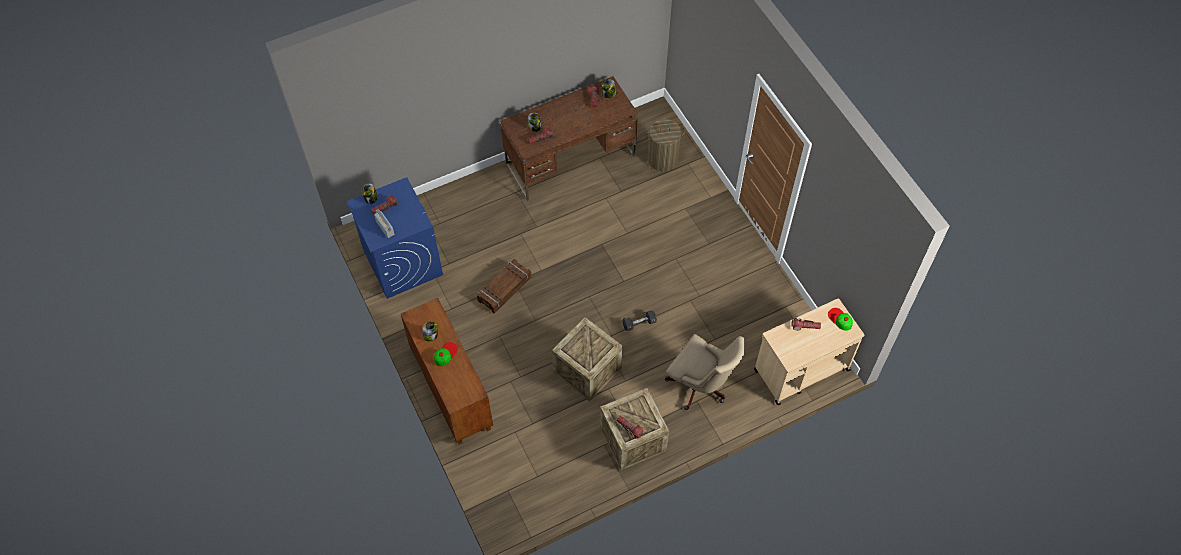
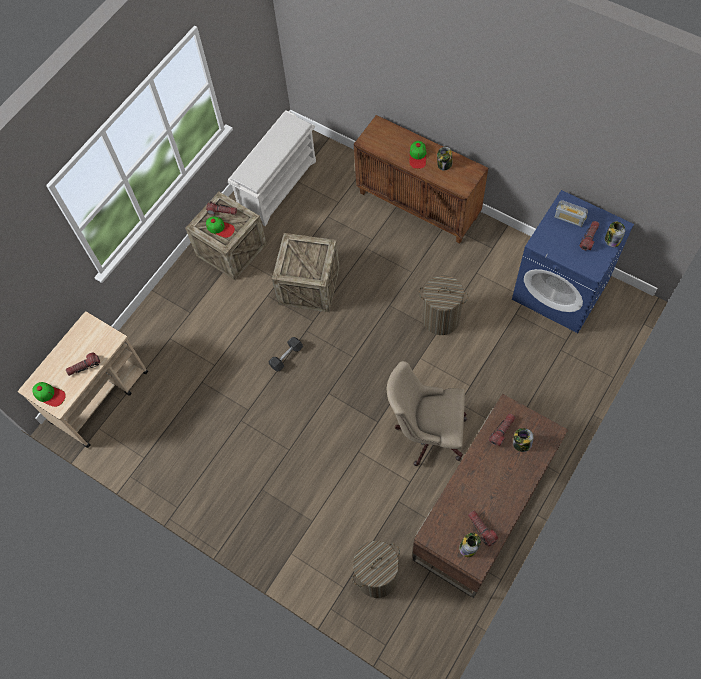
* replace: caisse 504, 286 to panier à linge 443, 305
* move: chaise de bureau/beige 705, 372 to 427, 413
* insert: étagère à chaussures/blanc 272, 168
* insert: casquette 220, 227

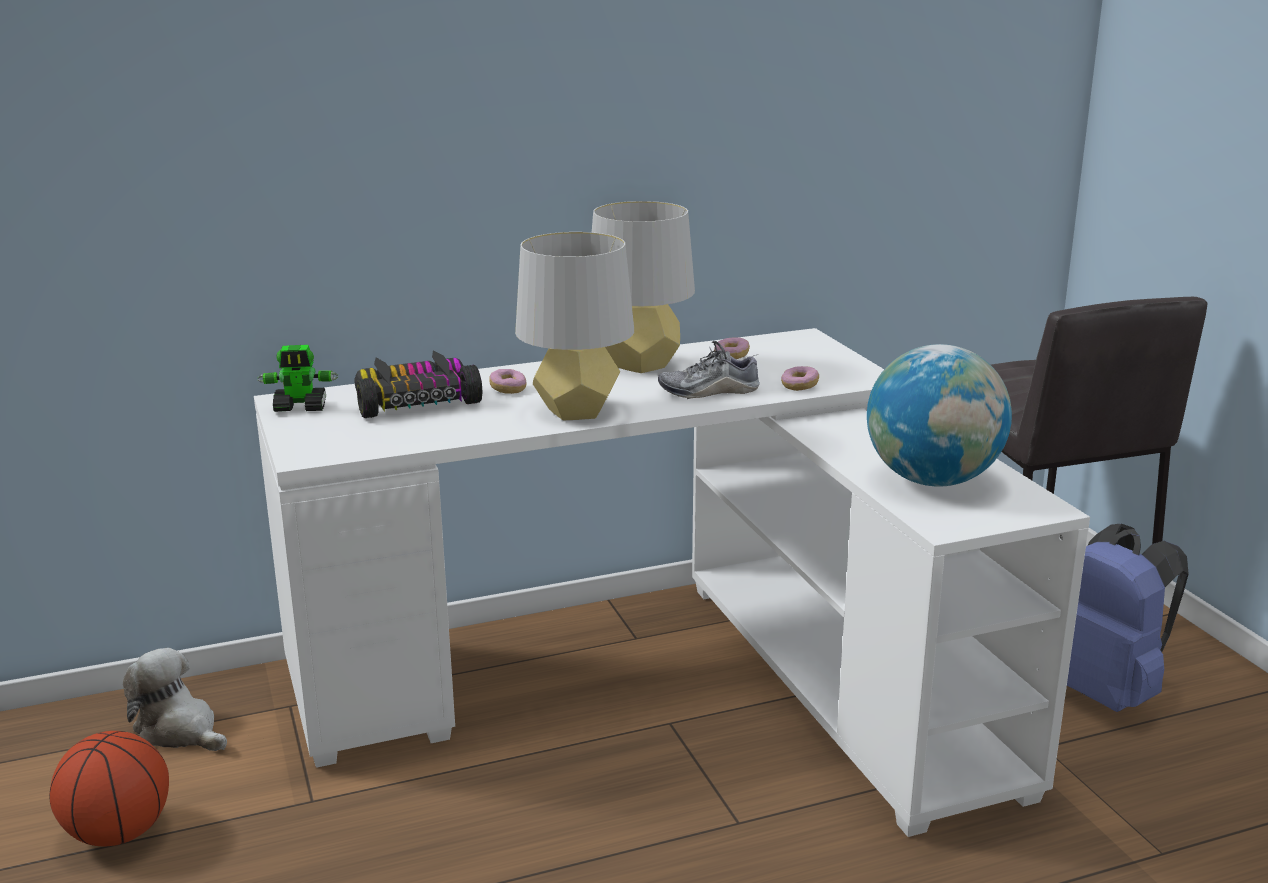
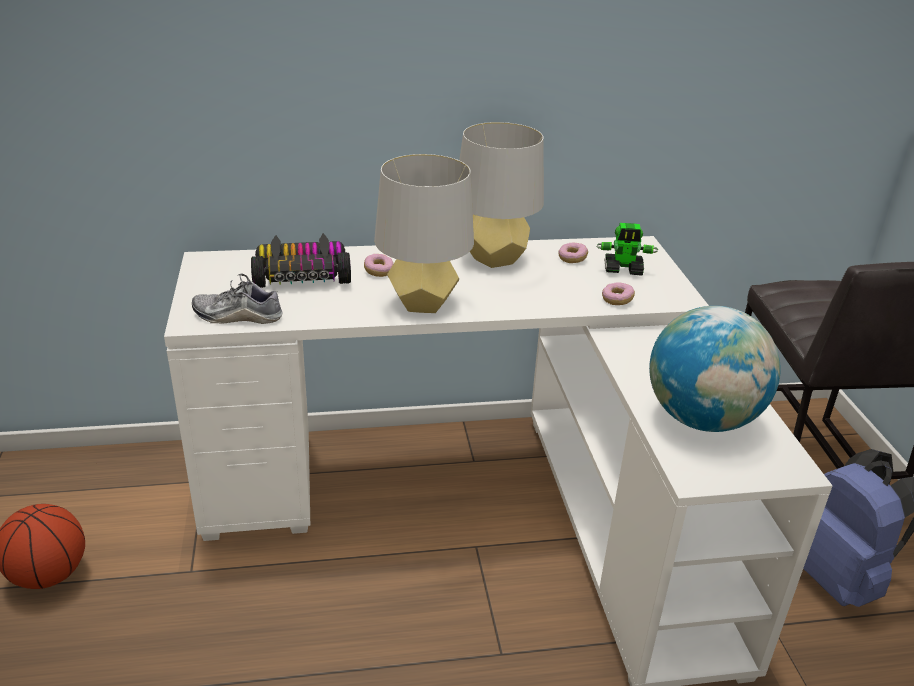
* move: chaussure 709, 370 to 237, 298
* move: robot jouet 298, 378 to 627, 249
* delete: peluche 175, 699

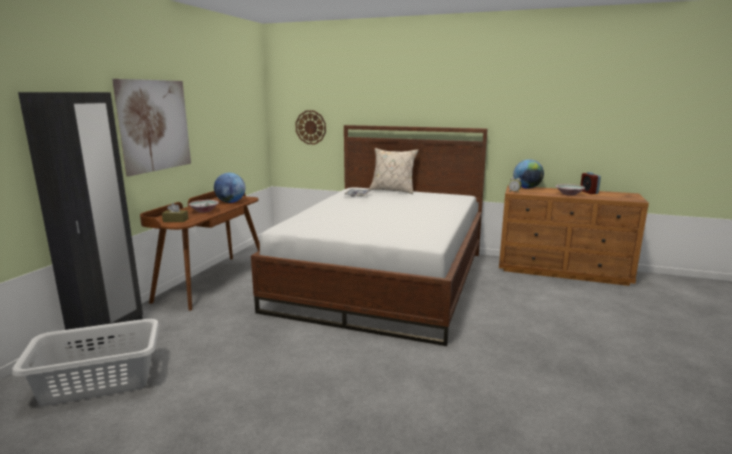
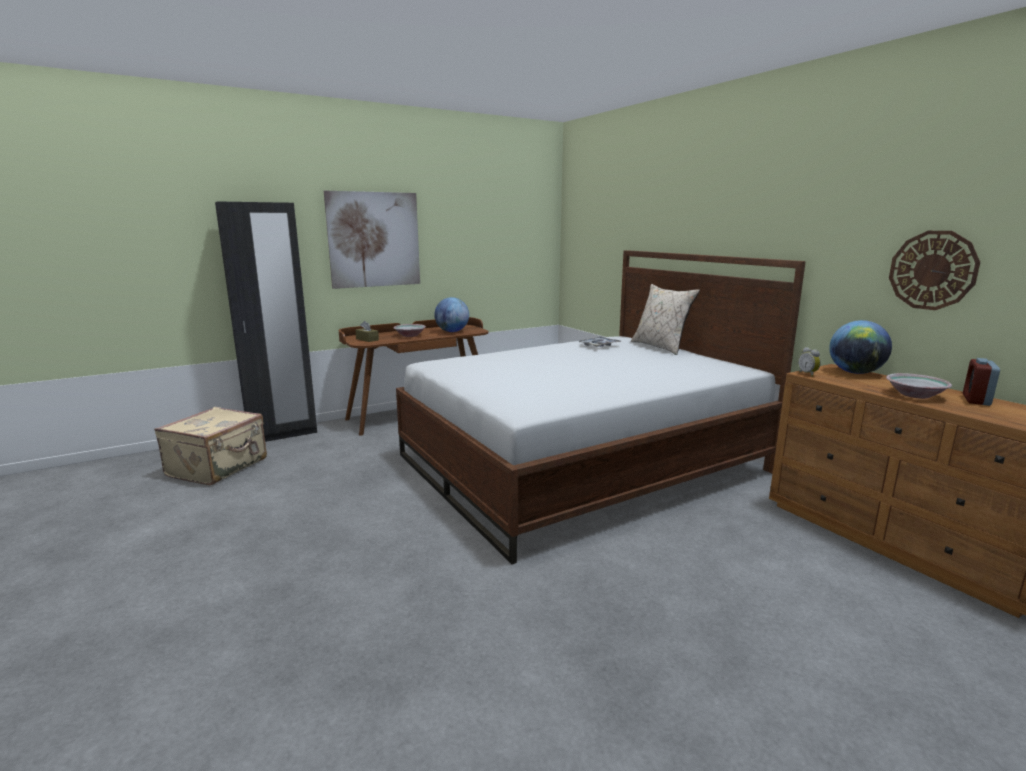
* move: horloge murale 311, 127 to 934, 270
* replace: panier à linge/gris 85, 362 to valise/beige 210, 446

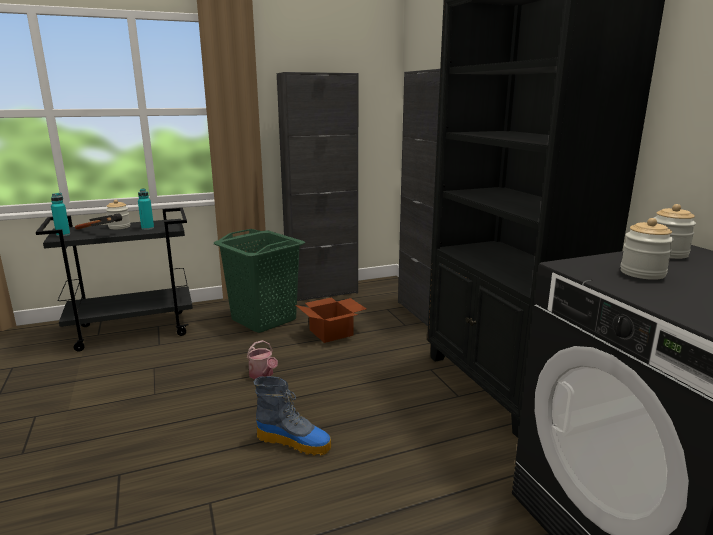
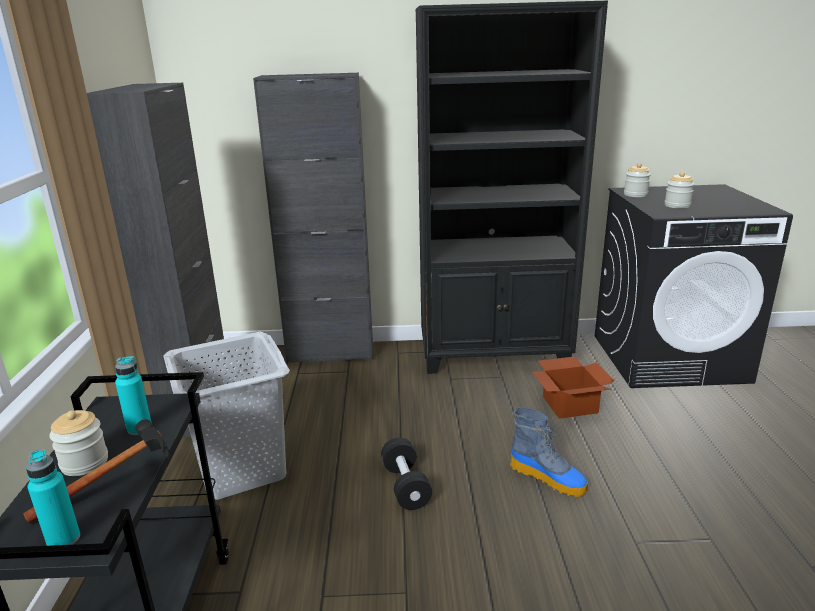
* recolor: panier à linge/vert 259, 281 to panier à linge/gris 226, 416
* move: carton 331, 320 to 573, 387
* replace: arrosoir 262, 360 to haltère/noir 406, 474
* rotate: botte 292, 416 = 549, 452 90 degrees clockwise

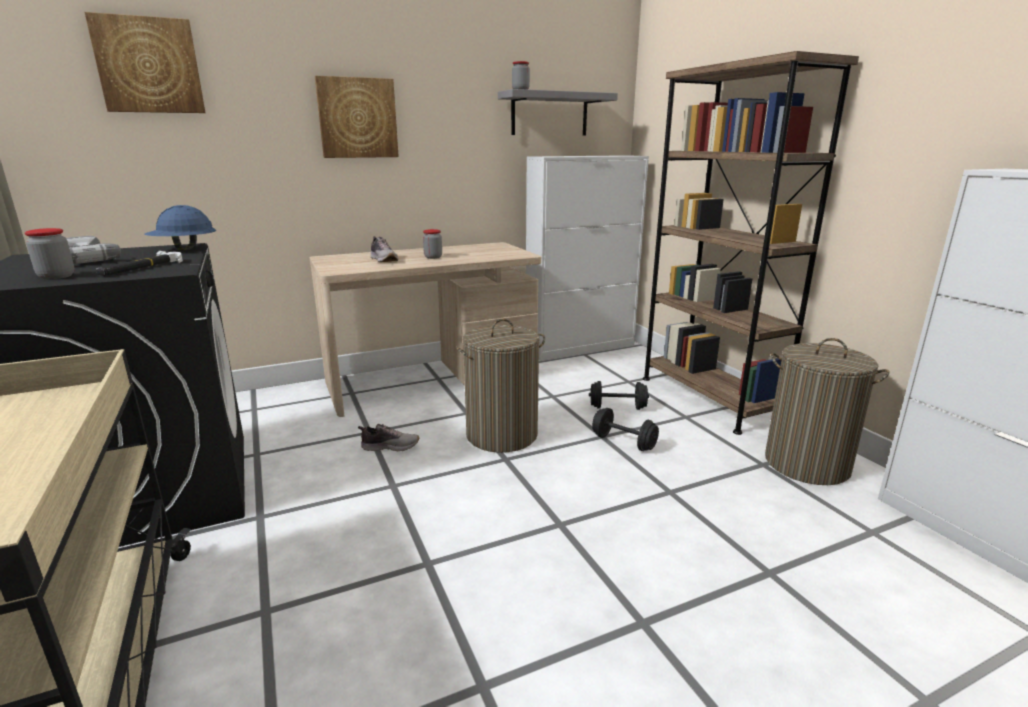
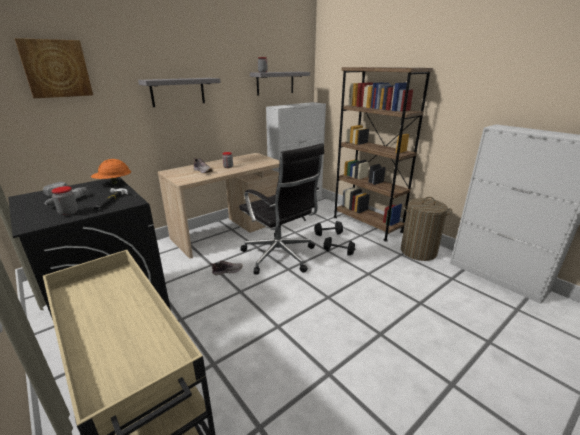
* replace: tableau 357, 117 to étagère/gris 179, 92
* recolor: casque de chantier/bleu 180, 227 to casque de chantier/orange 111, 171
* replace: panier à linge 500, 386 to chaise de bureau/noir 281, 209

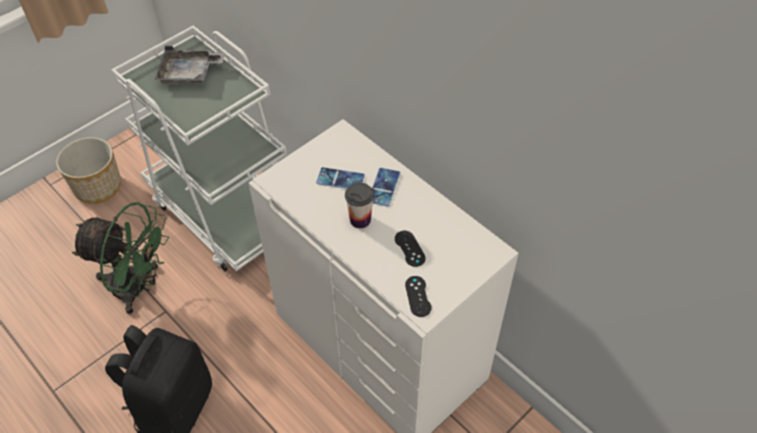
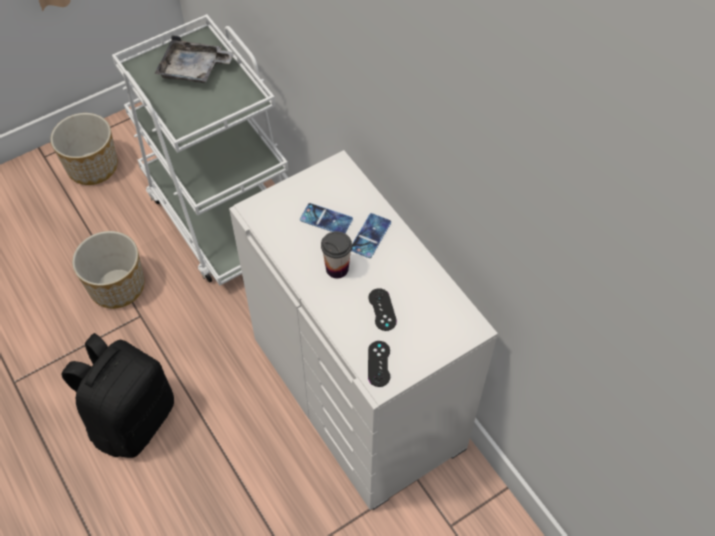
* replace: ventilateur/vert 120, 258 to cache-pot 108, 270

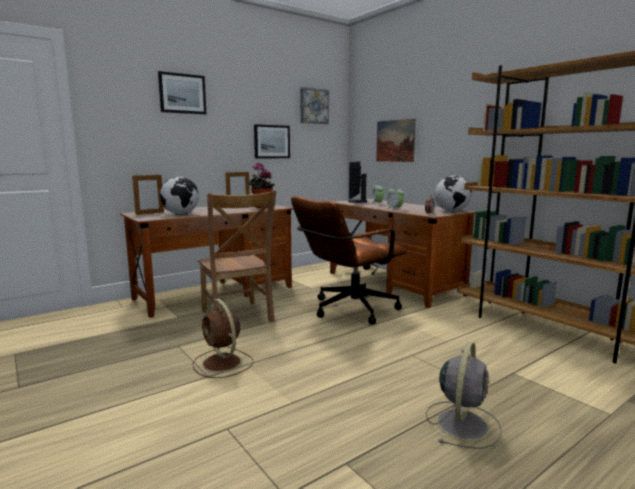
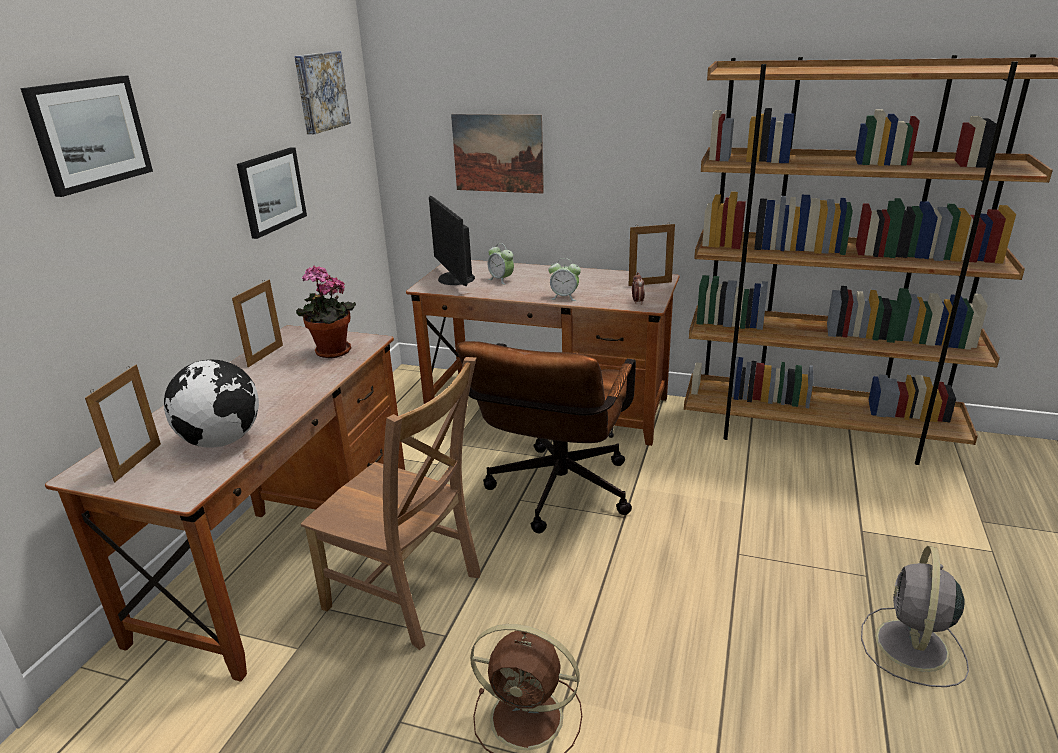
* replace: globe 453, 194 to cadre photo 652, 254
* rotate: ventilateur/gris 464, 395 = 915, 616 150 degrees counterclockwise

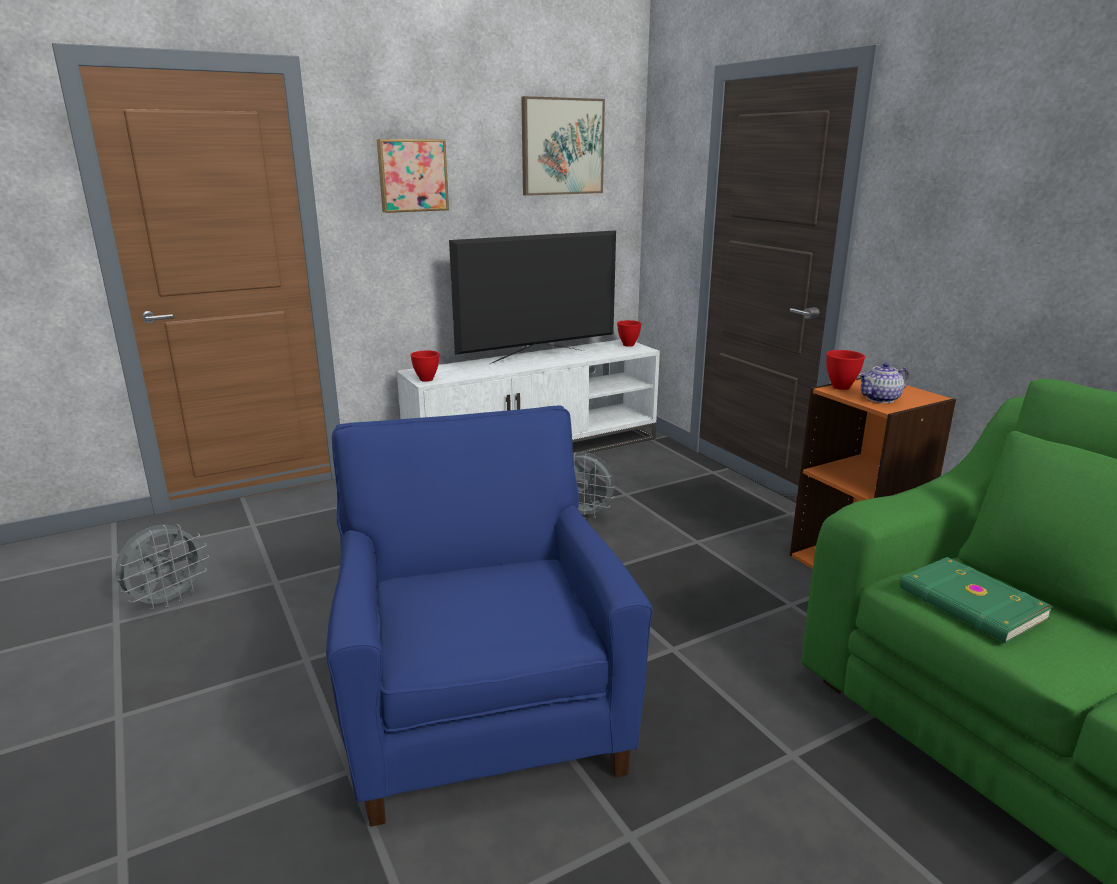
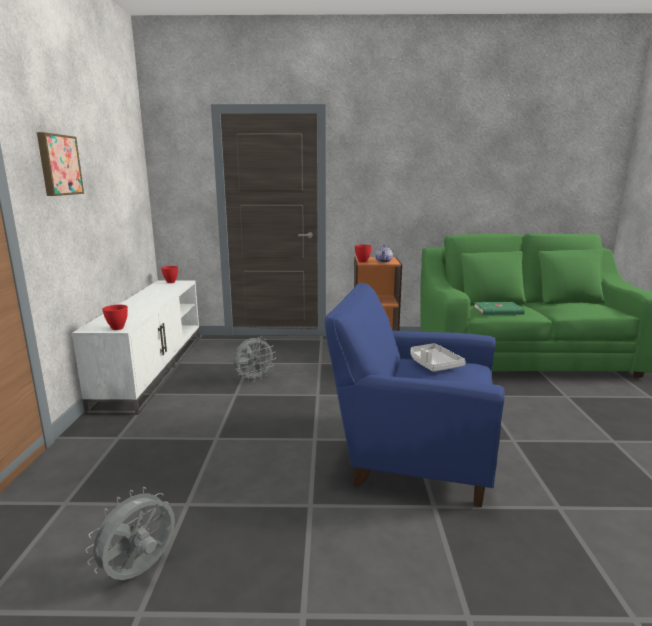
* delete: tableau 563, 146
* delete: téléviseur 532, 297
* rotate: ventilateur/gris 162, 567 = 130, 533 120 degrees counterclockwise
* insert: plateau/gris 438, 357

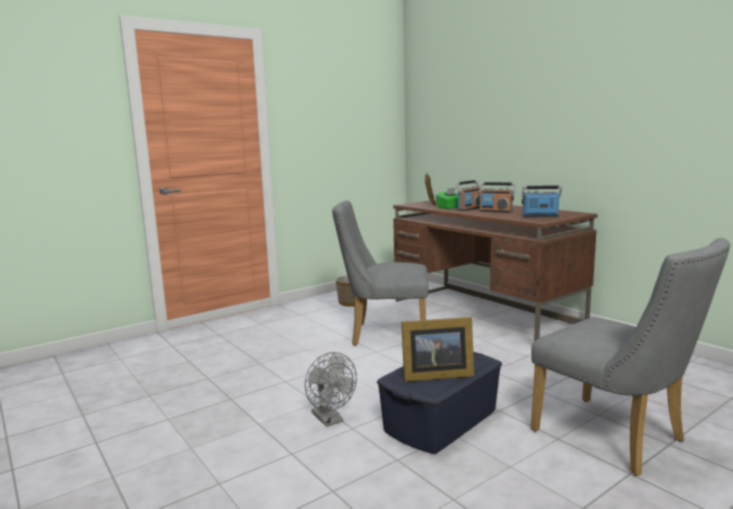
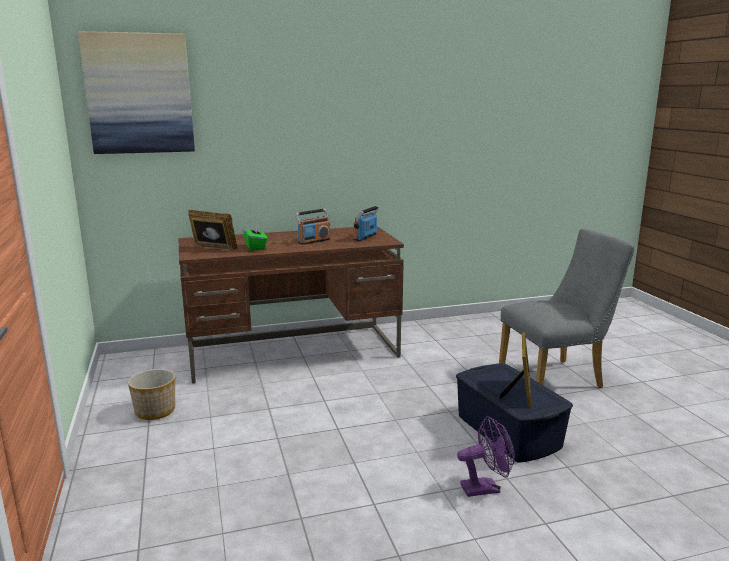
* delete: radio 468, 195
* delete: chaise/gris 380, 273
* recolor: ventilateur/gris 331, 389 to ventilateur/violet 486, 456
* insert: tableau 136, 92

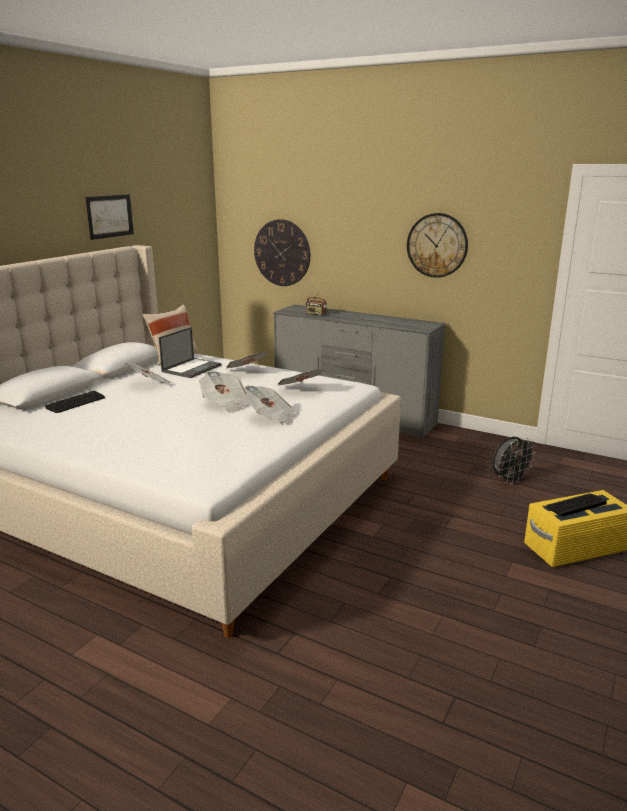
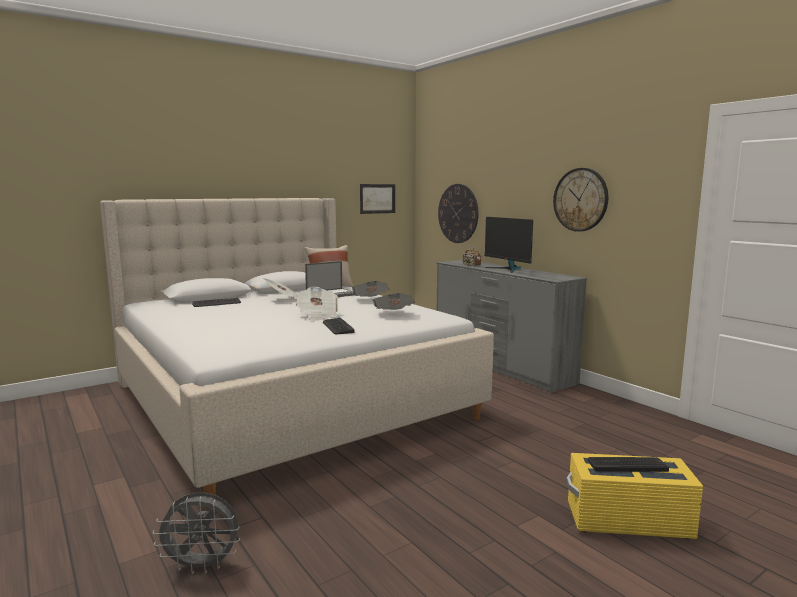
* move: tableau 110, 217 to 377, 199
* replace: journal 270, 405 to clavier 339, 326
* move: ventilateur/gris 513, 460 to 196, 533
* insert: écran d'ordinateur 508, 245

